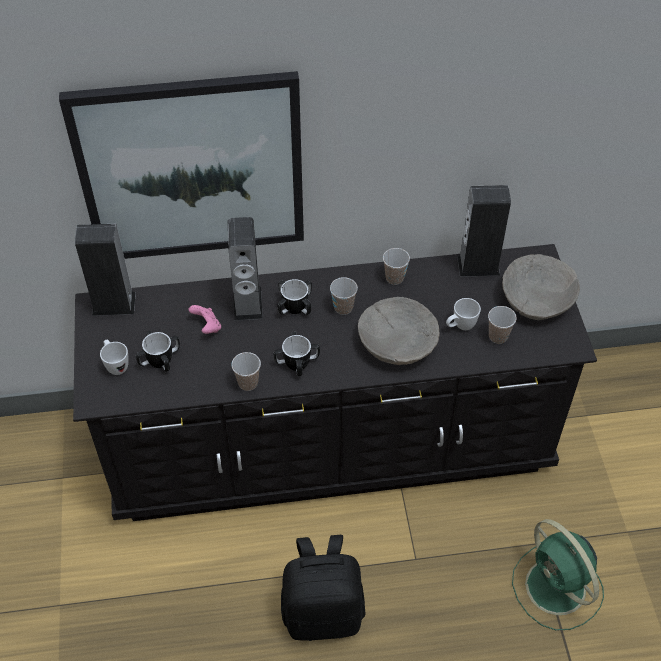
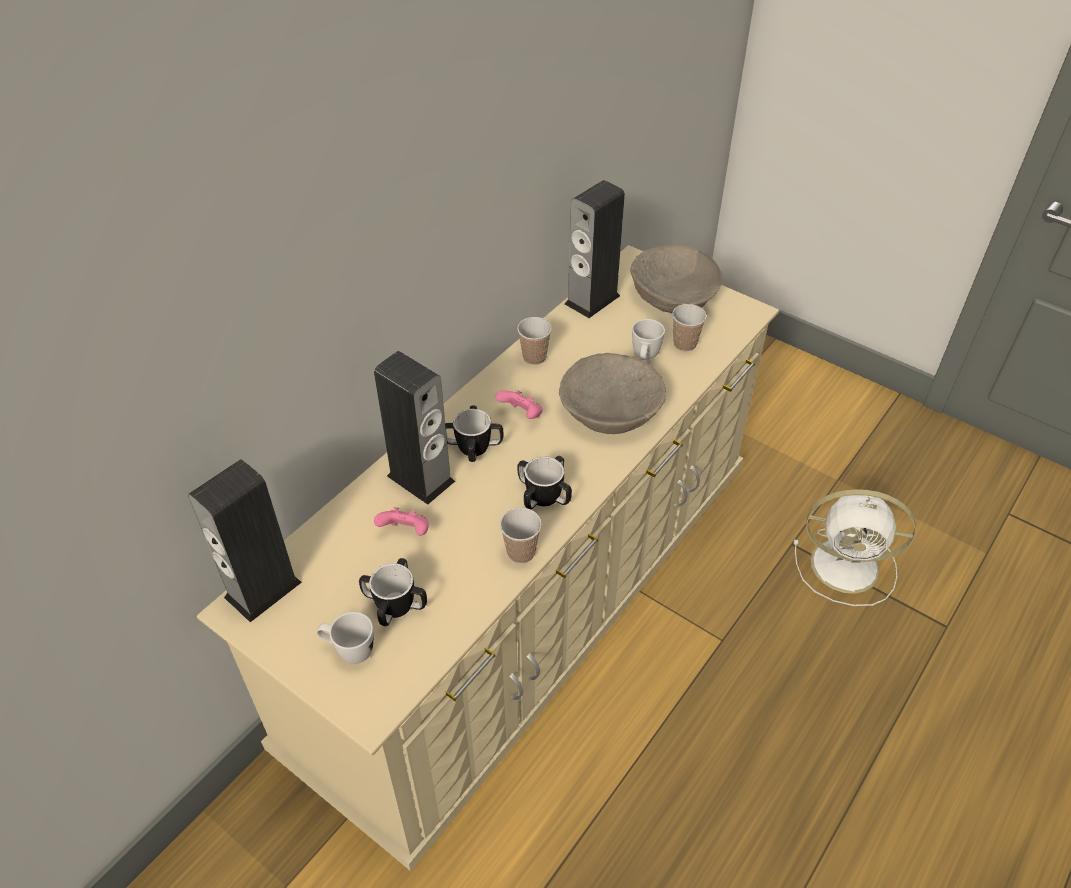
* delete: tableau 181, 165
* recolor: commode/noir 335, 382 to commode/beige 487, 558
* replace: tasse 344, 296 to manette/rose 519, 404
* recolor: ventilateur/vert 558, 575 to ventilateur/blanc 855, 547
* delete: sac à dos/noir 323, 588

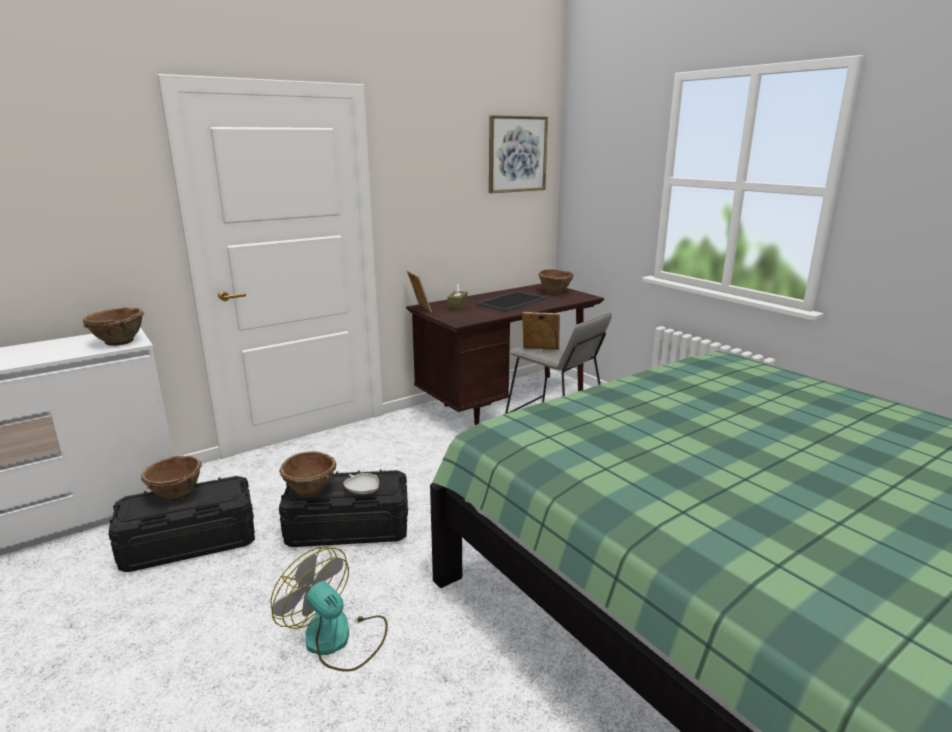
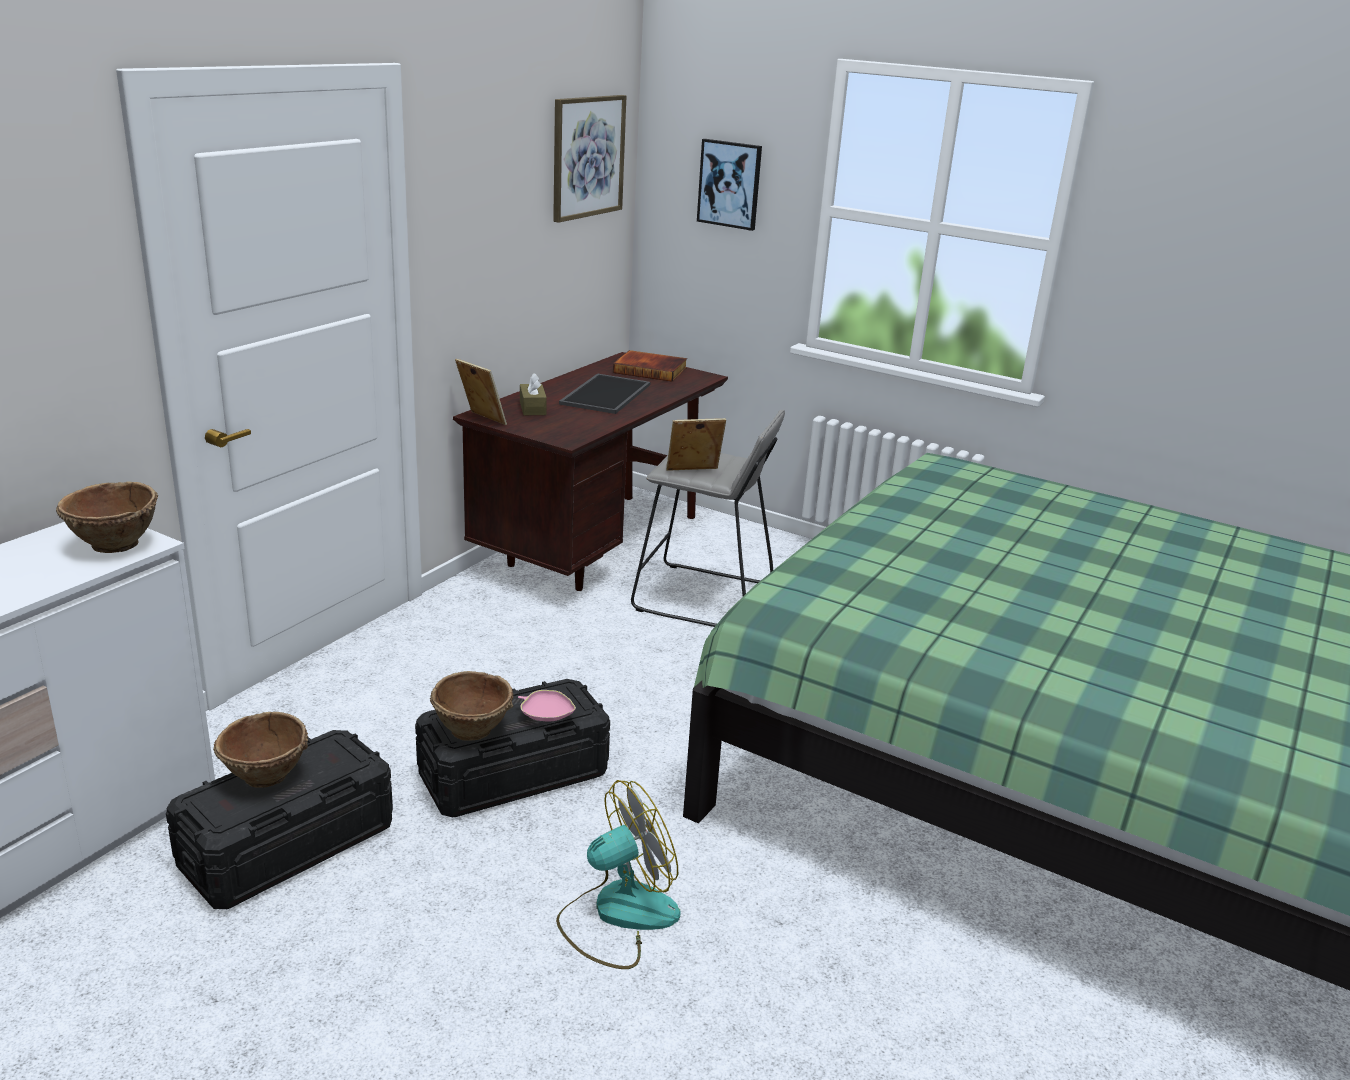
* replace: bol/marron 555, 281 to livre 650, 366
* recolor: bol/blanc 361, 483 to bol/rose 547, 705
* rotate: ventilateur 329, 609 = 618, 874 135 degrees clockwise
* insert: tableau 729, 185

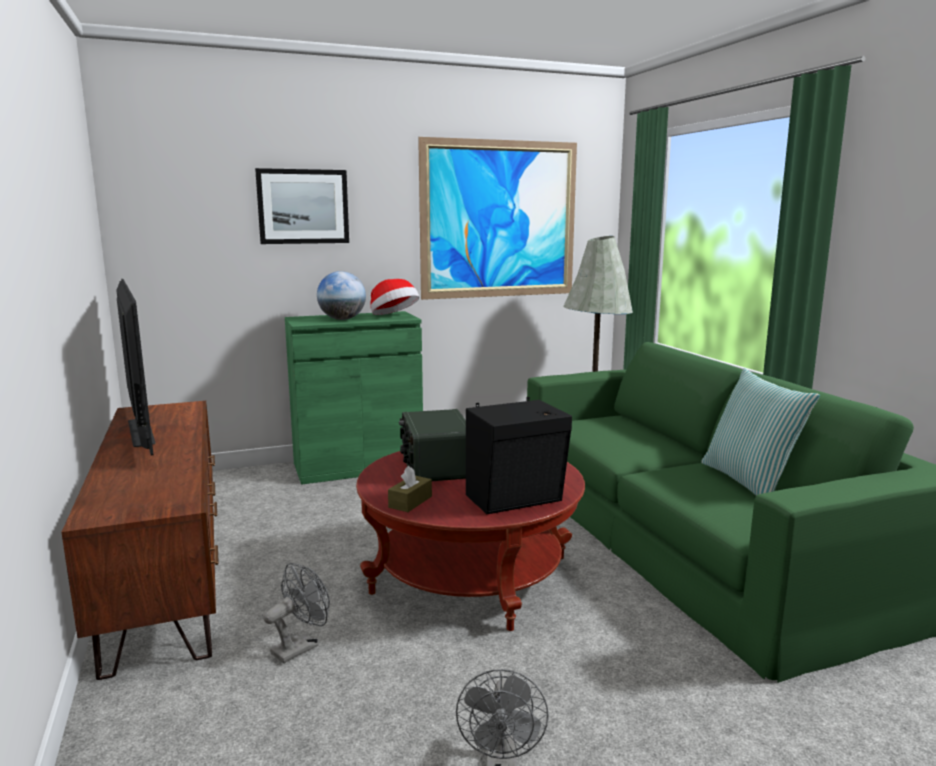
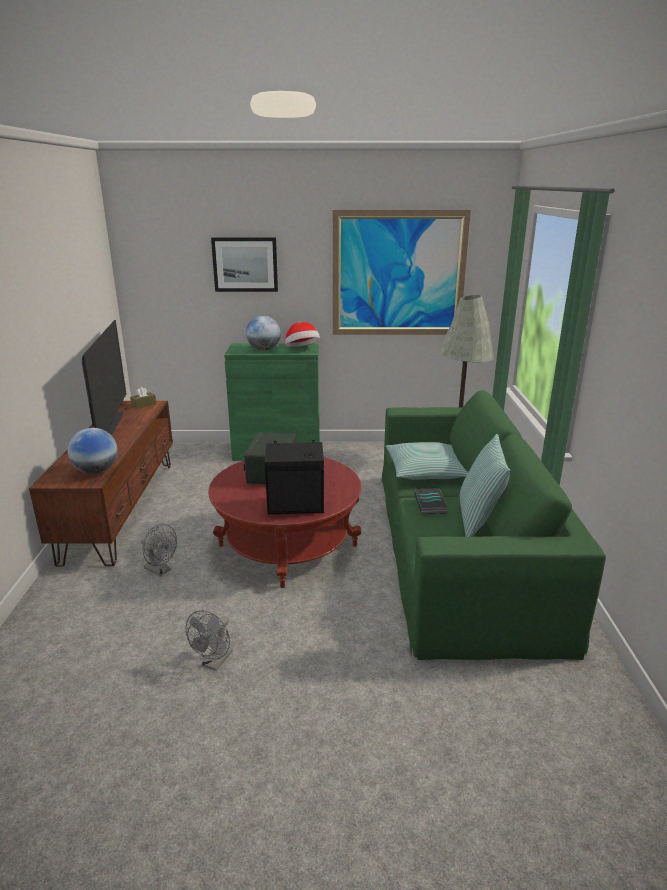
* move: boîte à mouchoirs/marron 410, 489 to 143, 398
* rotate: ventilateur/gris 296, 613 = 159, 550 60 degrees clockwise
* insert: globe 93, 451
* insert: coussin 427, 461
* insert: livre 431, 501

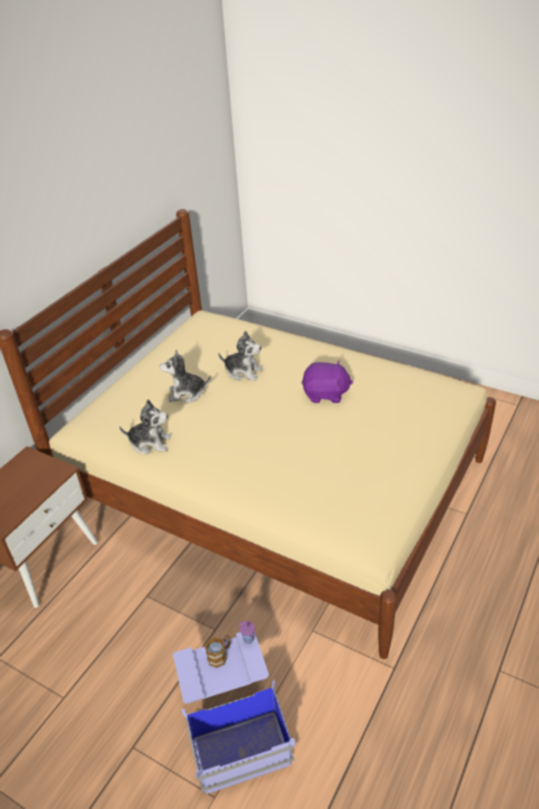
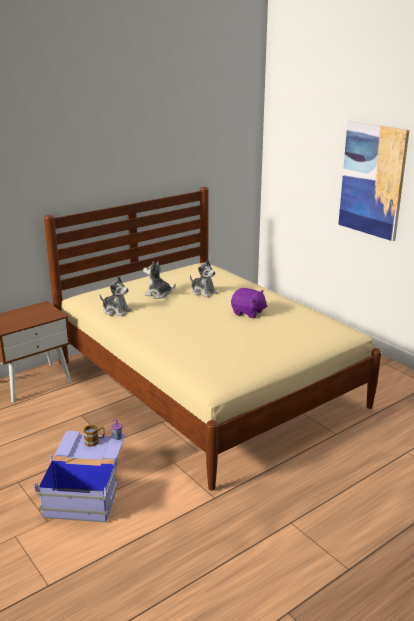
* insert: tableau 373, 181

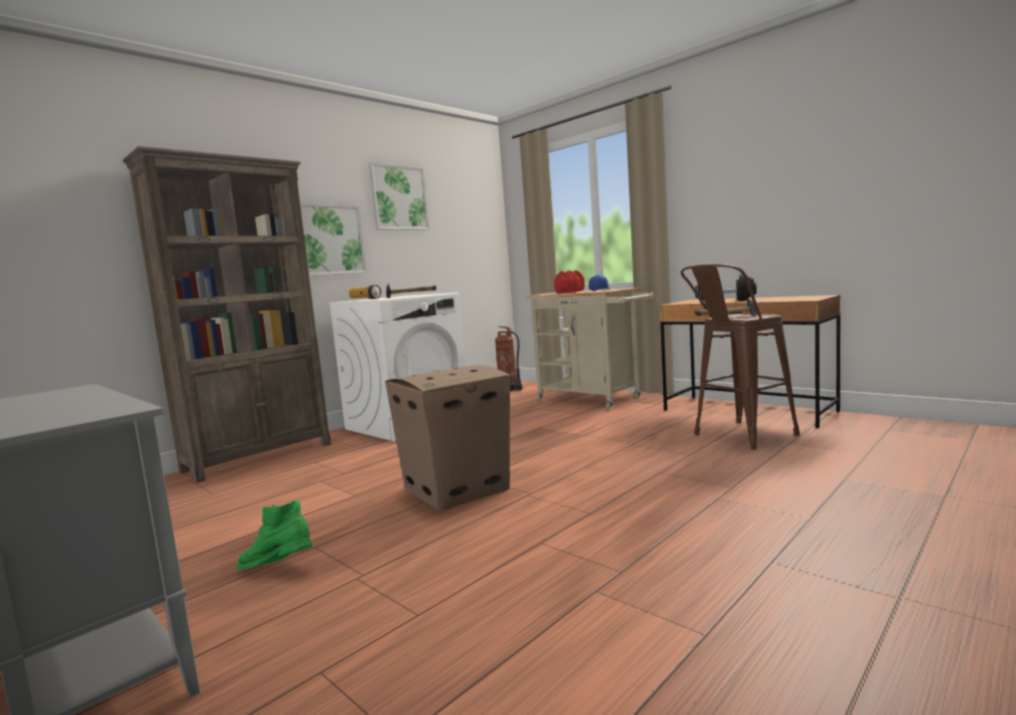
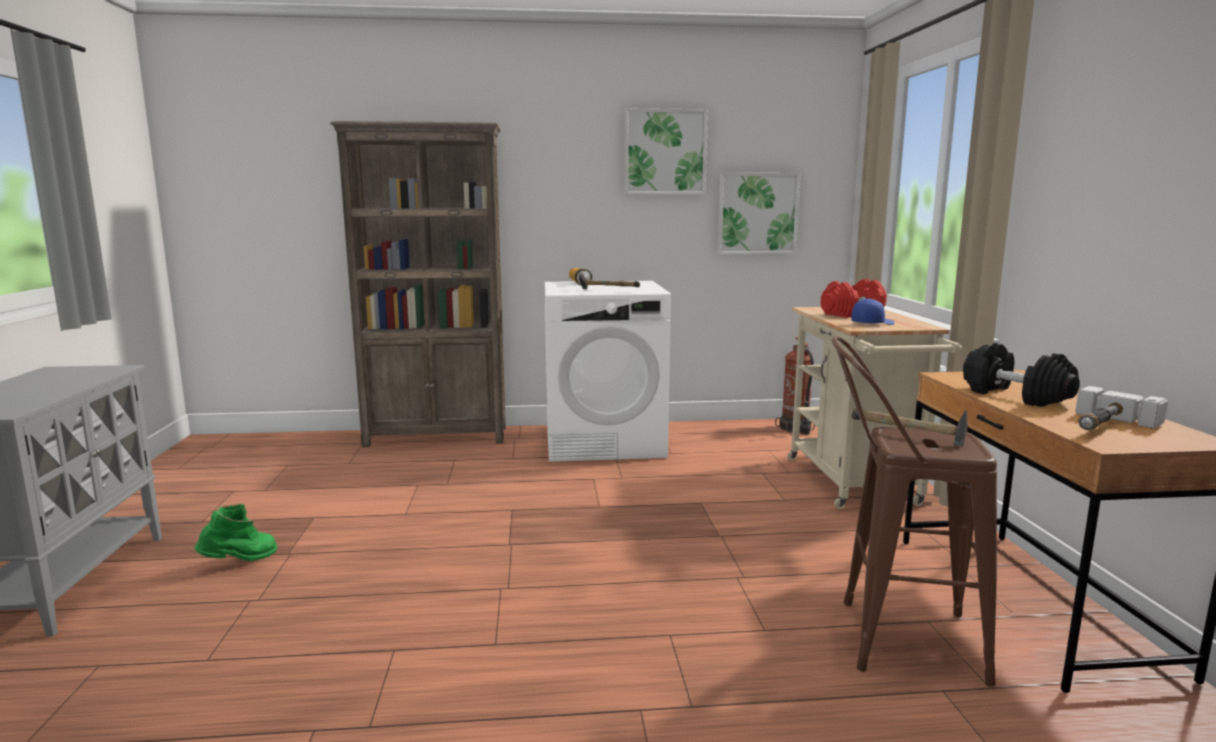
* move: tableau 333, 239 to 758, 213
* delete: carton 447, 438
* rotate: botte/vert 274, 535 = 236, 532 75 degrees clockwise
* insert: marteau 1122, 408

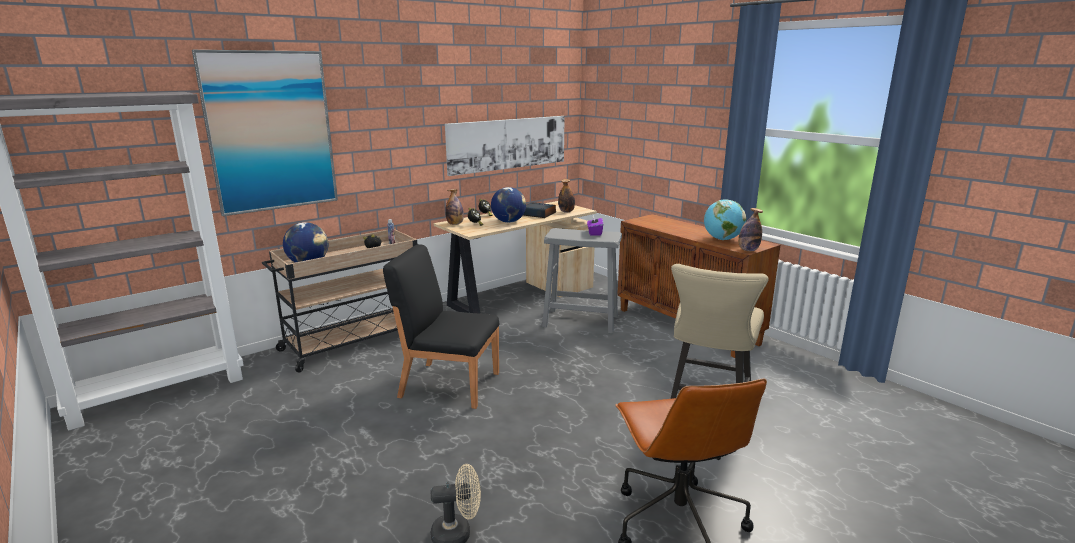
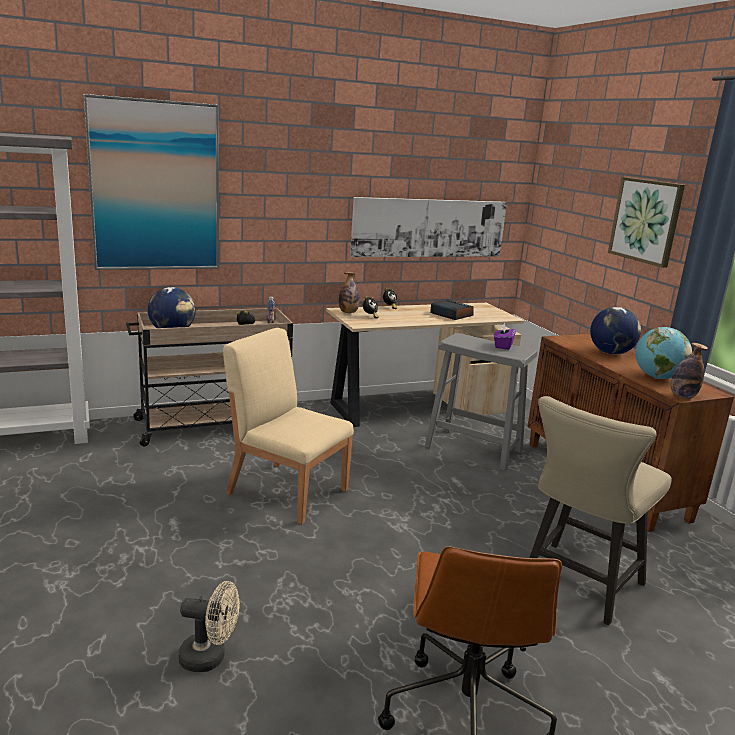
* delete: bouteille 566, 195
* move: globe 508, 205 to 615, 331
* recolor: chaise/noir 441, 326 to chaise/beige 288, 426
* insert: tableau 646, 222

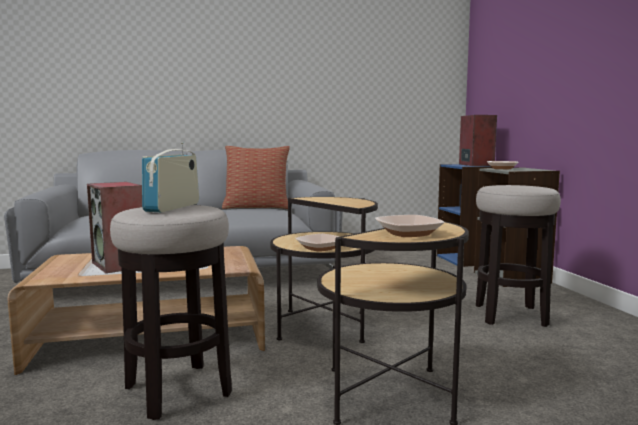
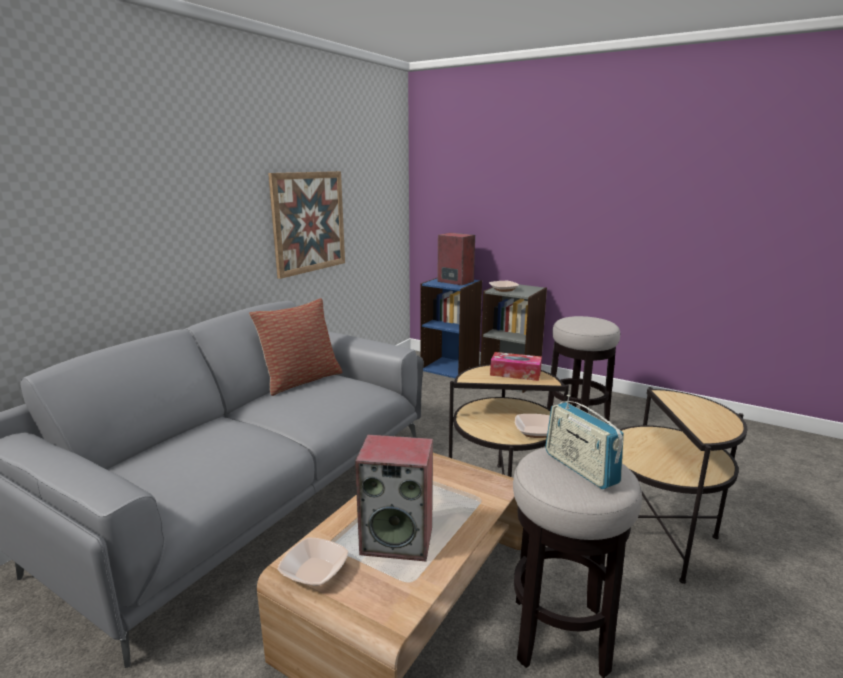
* move: bol 409, 226 to 313, 562
* insert: tableau 306, 225
* insert: boîte à mouchoirs 516, 366

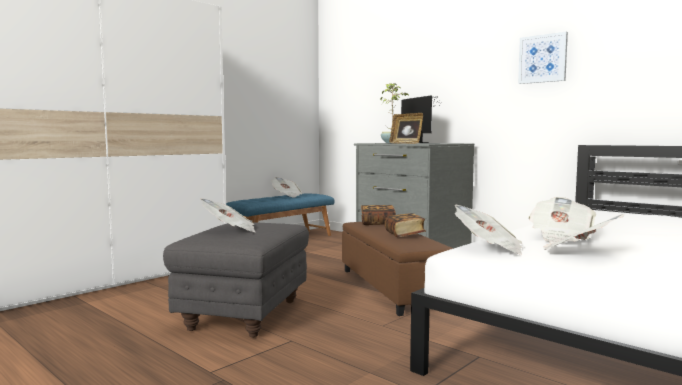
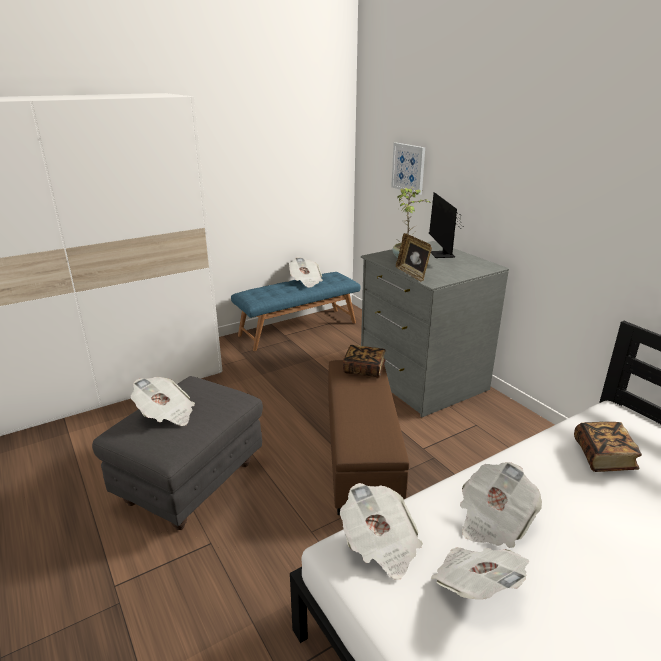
* move: tableau 543, 57 to 408, 169
* move: livre 405, 225 to 608, 447

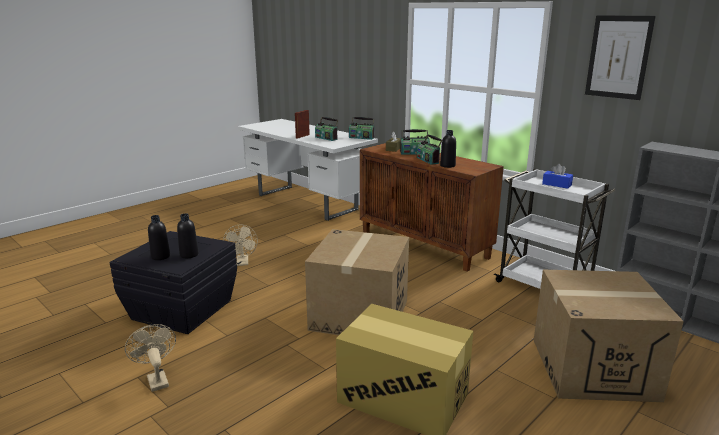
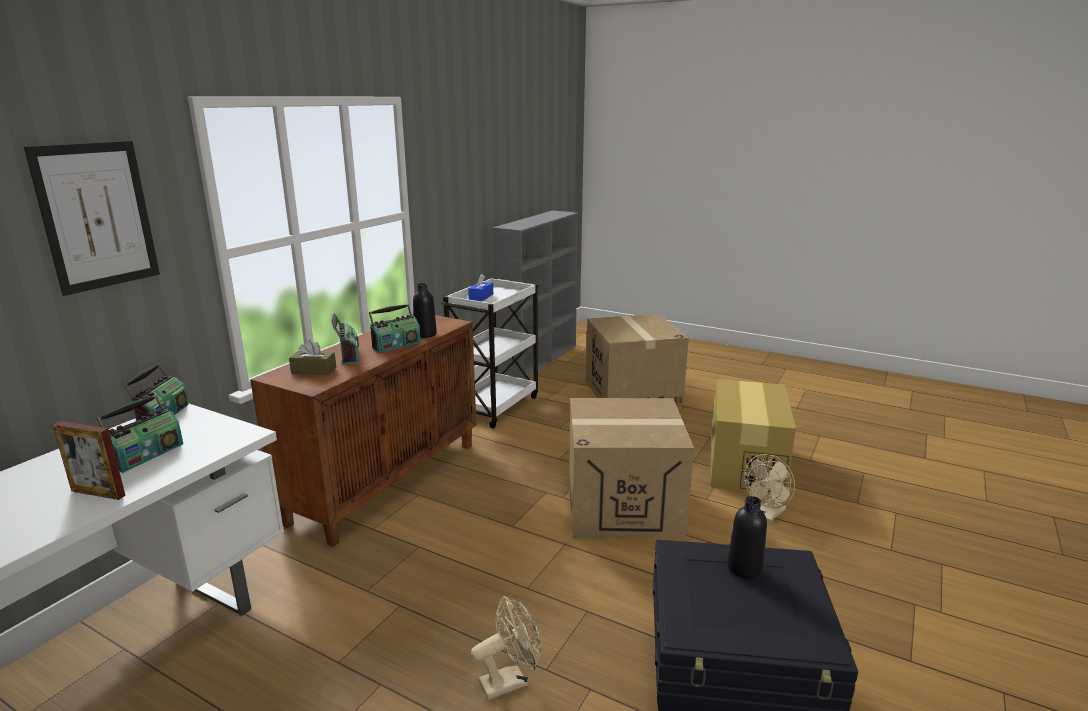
* move: tableau 620, 57 to 92, 218
* delete: bouteille/noir 159, 237
* move: ventilateur/beige 150, 358 to 769, 488

